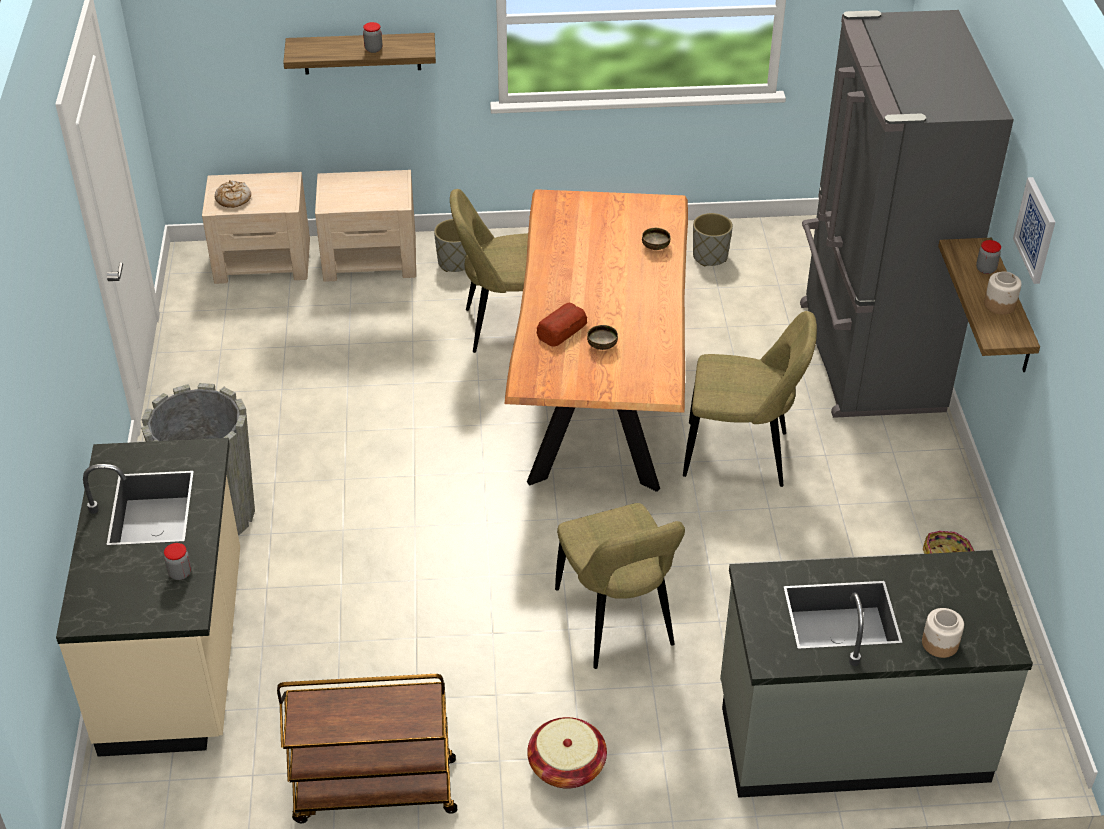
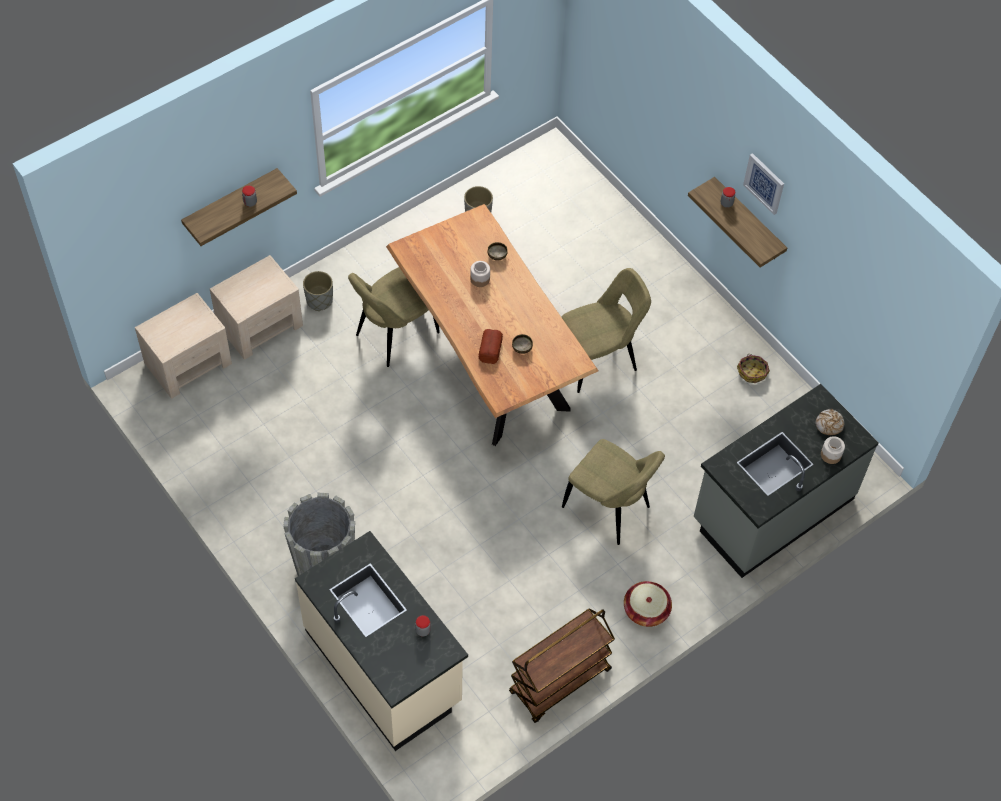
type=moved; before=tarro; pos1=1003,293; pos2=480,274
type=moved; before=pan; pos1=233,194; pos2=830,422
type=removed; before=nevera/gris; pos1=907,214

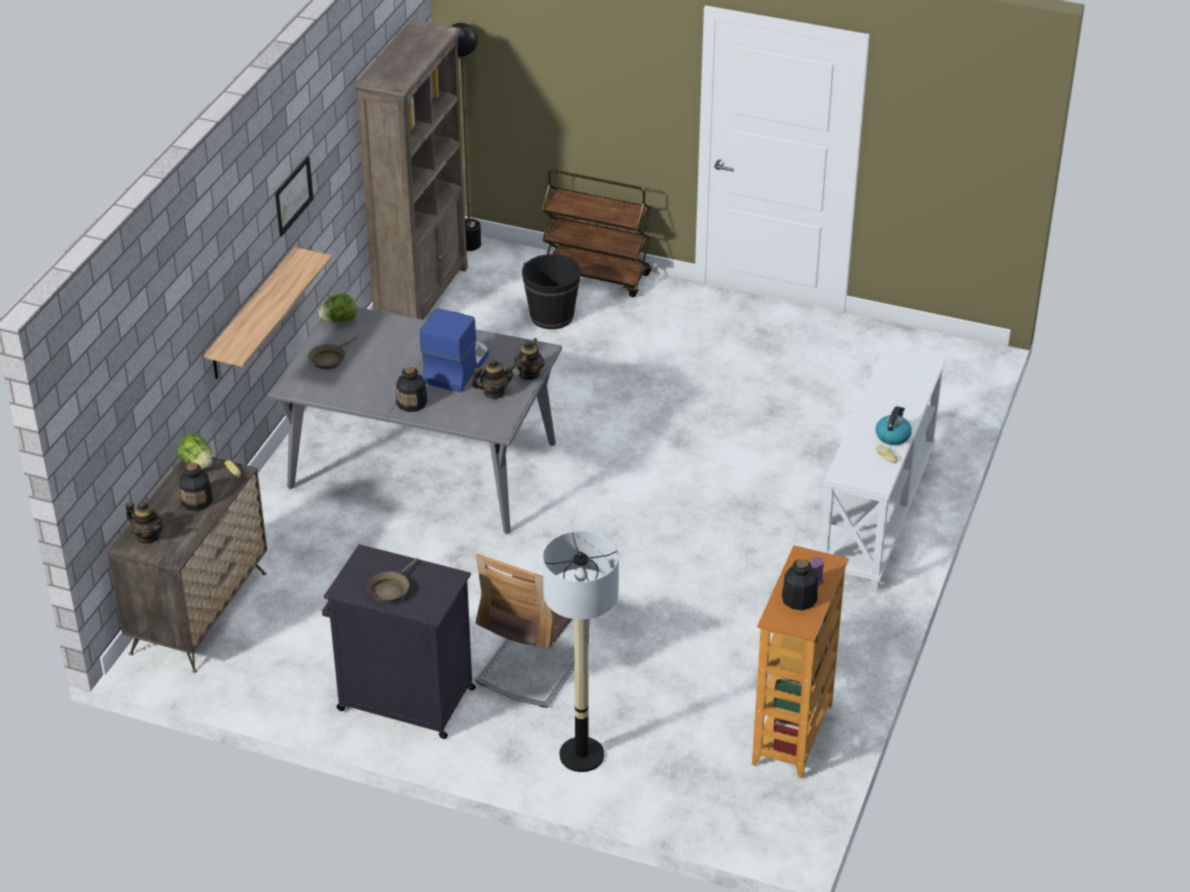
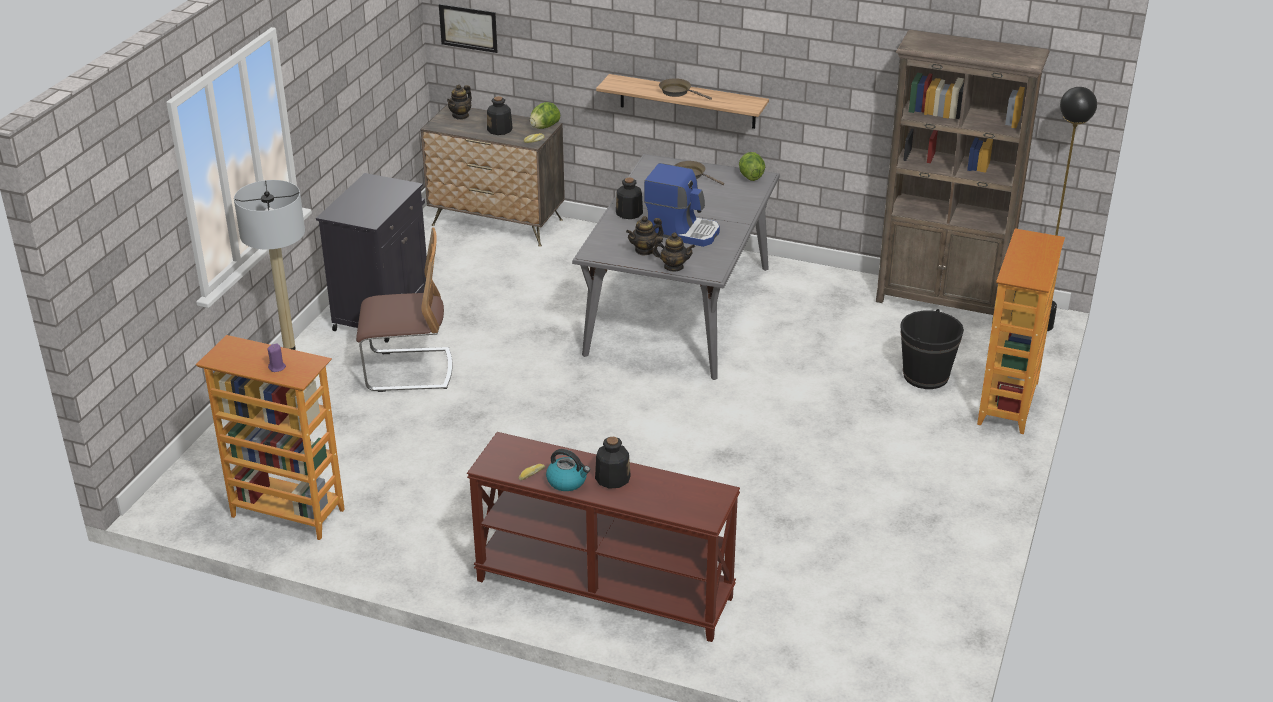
type=turned; before=silla; pos1=532,631; pos2=404,309; turn=150
type=moved; before=cuadro; pos1=294,197; pos2=468,28
type=recoloured; before=mesa consola/blanco; after=mesa consola/marrón; pos1=883,468; pos2=603,537
type=moved; before=botella; pos1=800,584; pos2=613,463
type=turned; before=tetera; pos1=493,379; pos2=644,236; turn=75
type=moved; before=sartén/marrón; pos1=393,580; pos2=685,89
type=replaced; before=carrito/marrón; after=estantería; pos1=596,233; pos2=1021,331

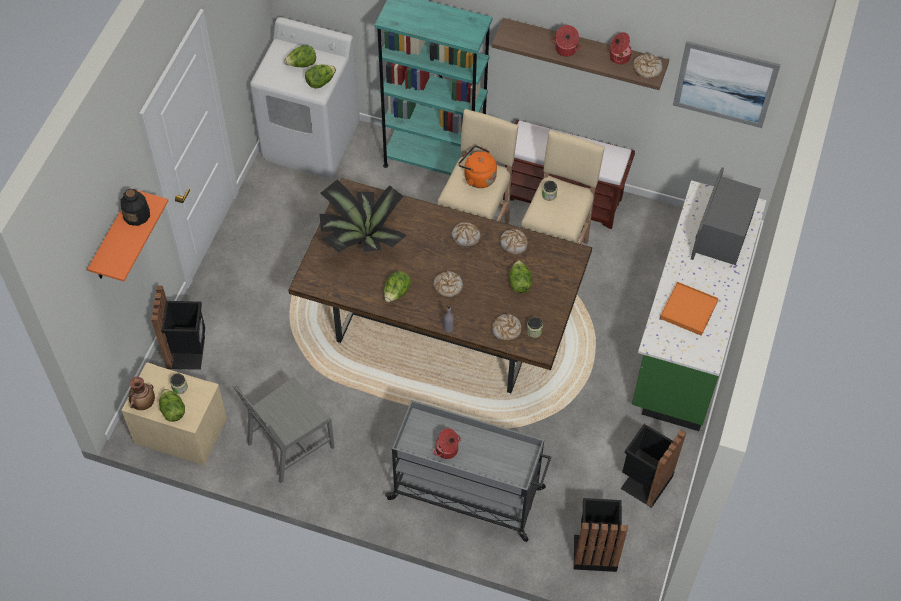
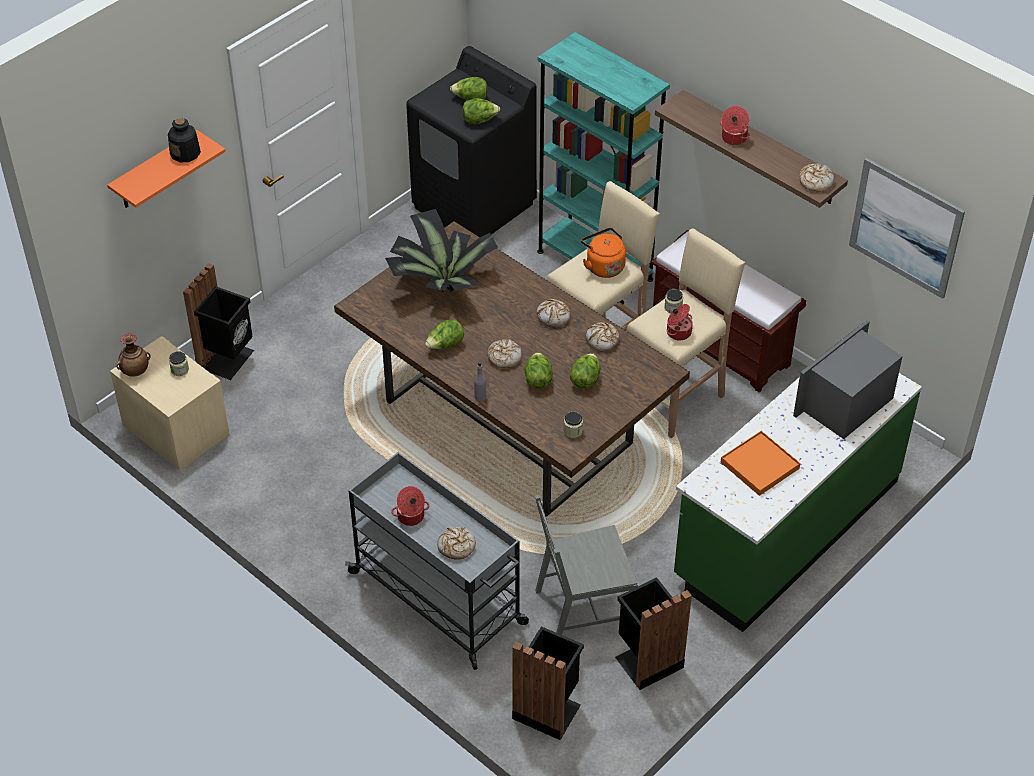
type=recoloured; before=lavadora/blanco; after=lavadora/negro; pos1=305,98; pos2=471,141
type=moved; before=pan; pos1=506,327; pos2=456,543
type=moved; before=lechuga; pos1=172,405; pos2=538,370
type=moved; before=silla/gris; pos1=283,430; pos2=586,565
type=moved; before=olla; pos1=620,48; pos2=680,322

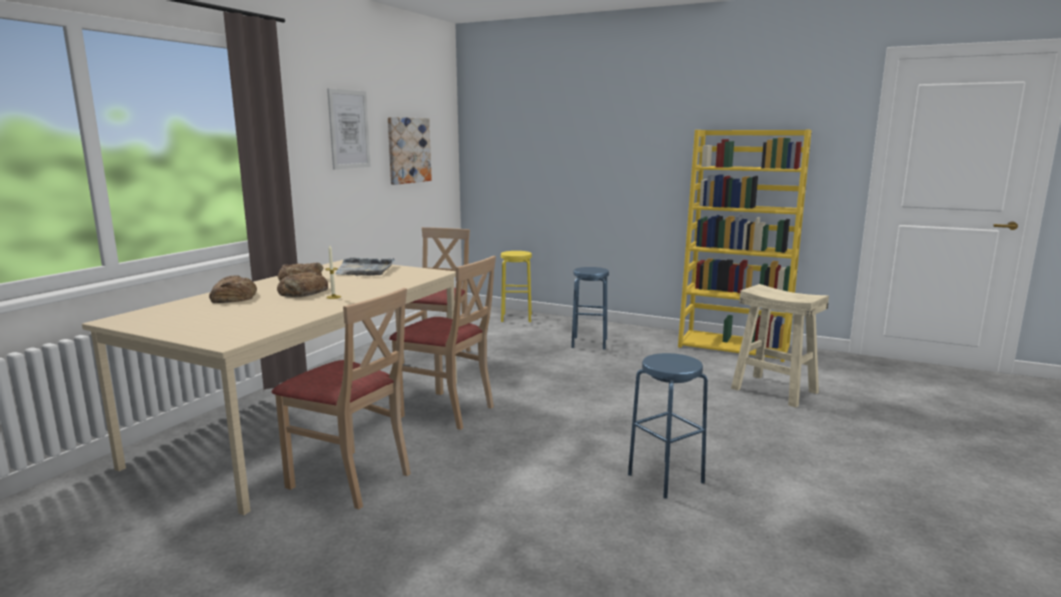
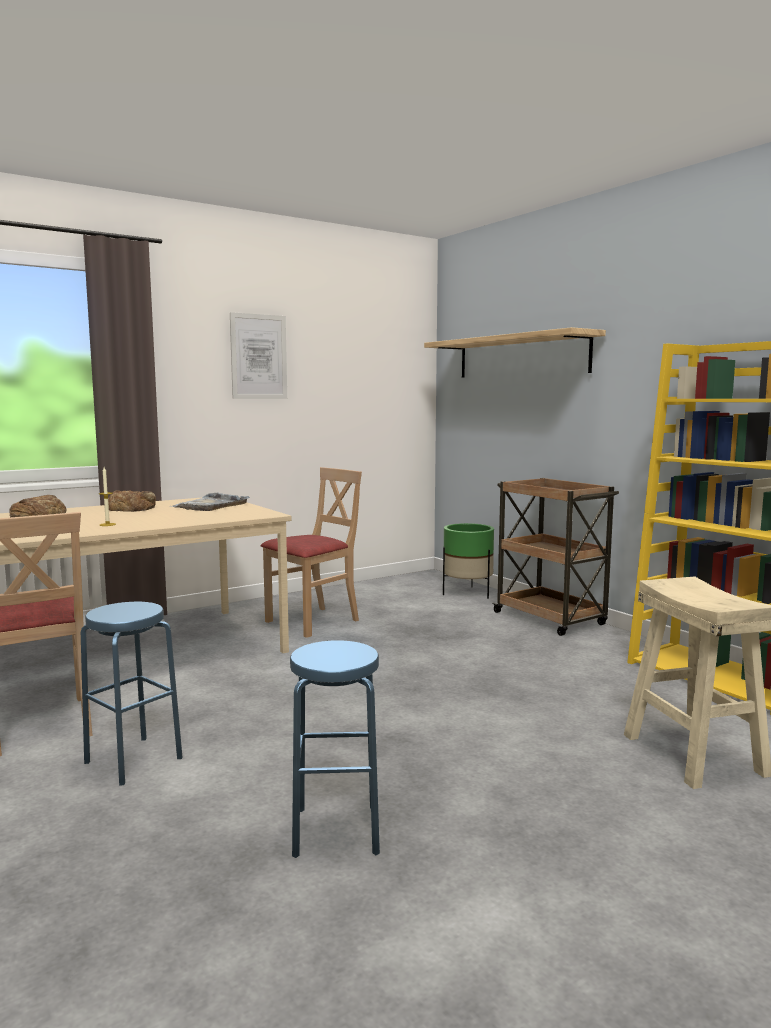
type=moved; before=taburete/azul; pos1=590,308; pos2=131,693
type=added; after=estante; pos2=515,352
type=replaced; before=taburete/amarillo; after=maceta/verde; pos1=516,286; pos2=468,561
type=added; after=carrito/marrón; pos2=555,557
type=removed; before=pan; pos1=302,284
type=removed; before=cuadro; pos1=410,151
type=removed; before=silla/beis; pos1=442,343

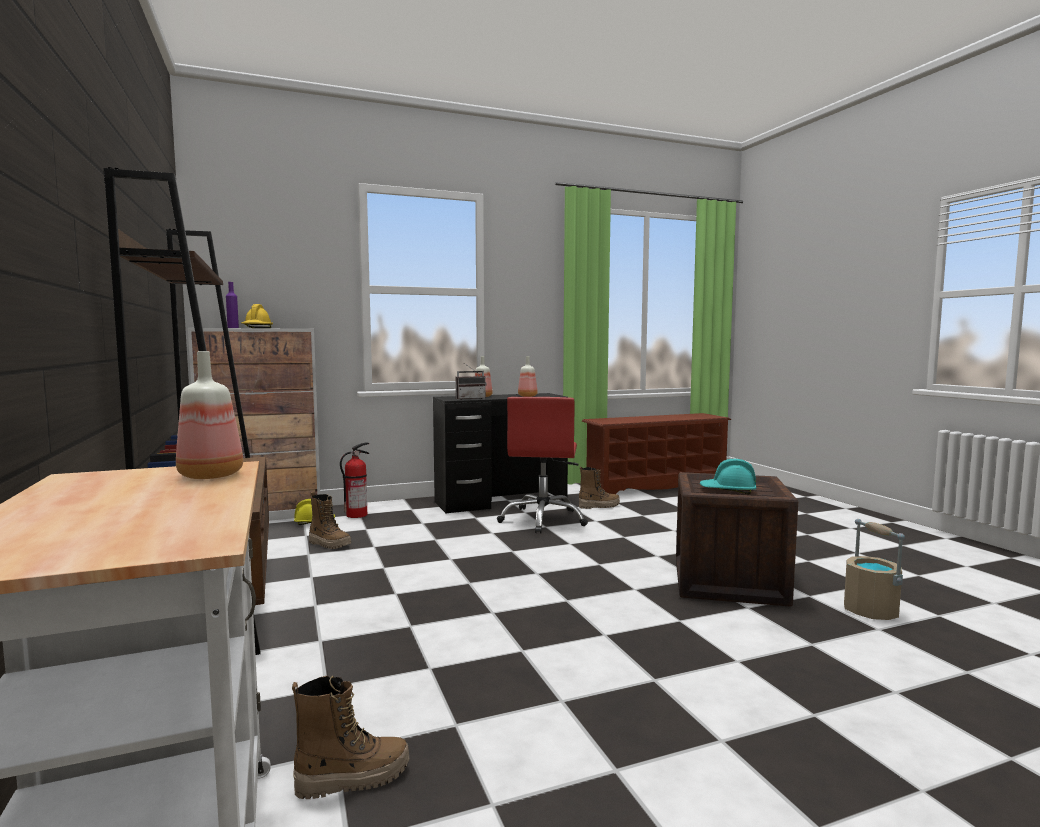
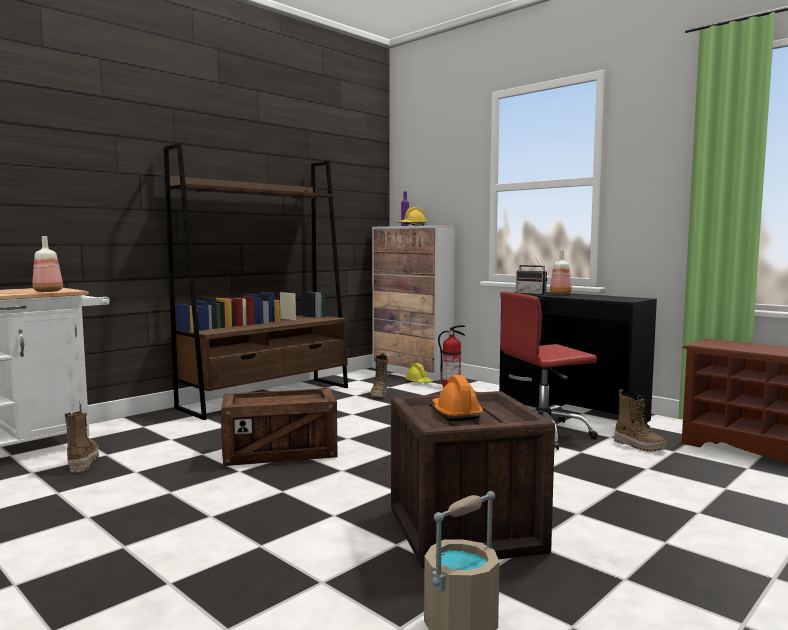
type=turned; before=bota; pos1=351,737; pos2=82,442; turn=-150
type=added; after=caja de embalaje; pos2=279,427
type=recoloured; before=casco/turquesa; after=casco/naranja; pos1=728,476; pos2=457,398
type=removed; before=botella; pos1=528,376

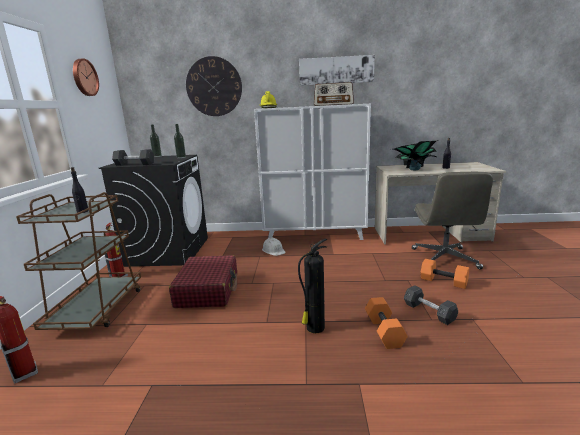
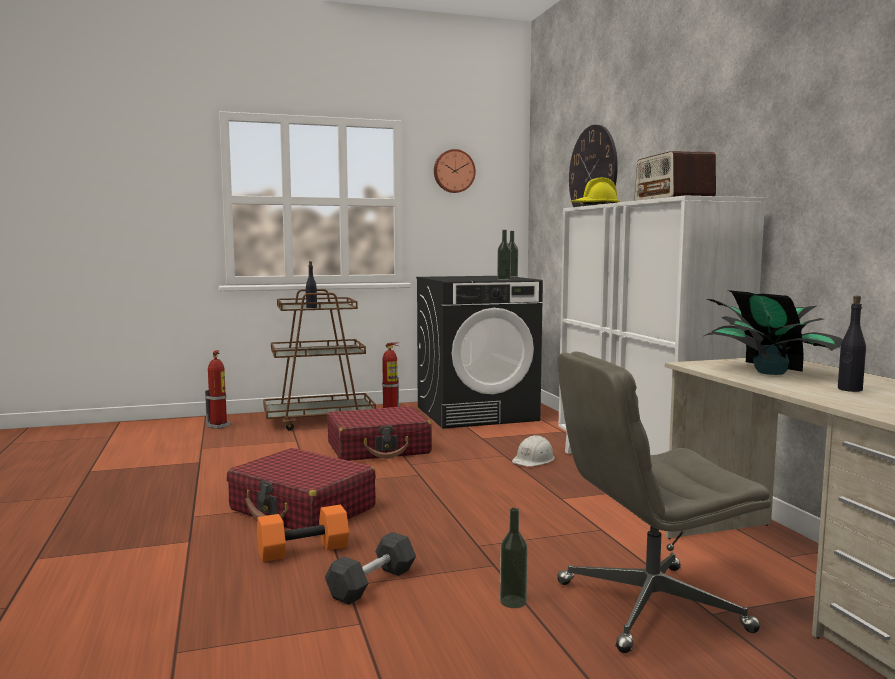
type=replaced; before=extintor; after=maleta/rojo; pos1=312,286; pos2=301,489
type=replaced; before=mancuerna/naranja; after=botella; pos1=444,274; pos2=513,558
type=removed; before=mancuerna/gris; pos1=133,157
type=removed; before=cuadro; pos1=337,70

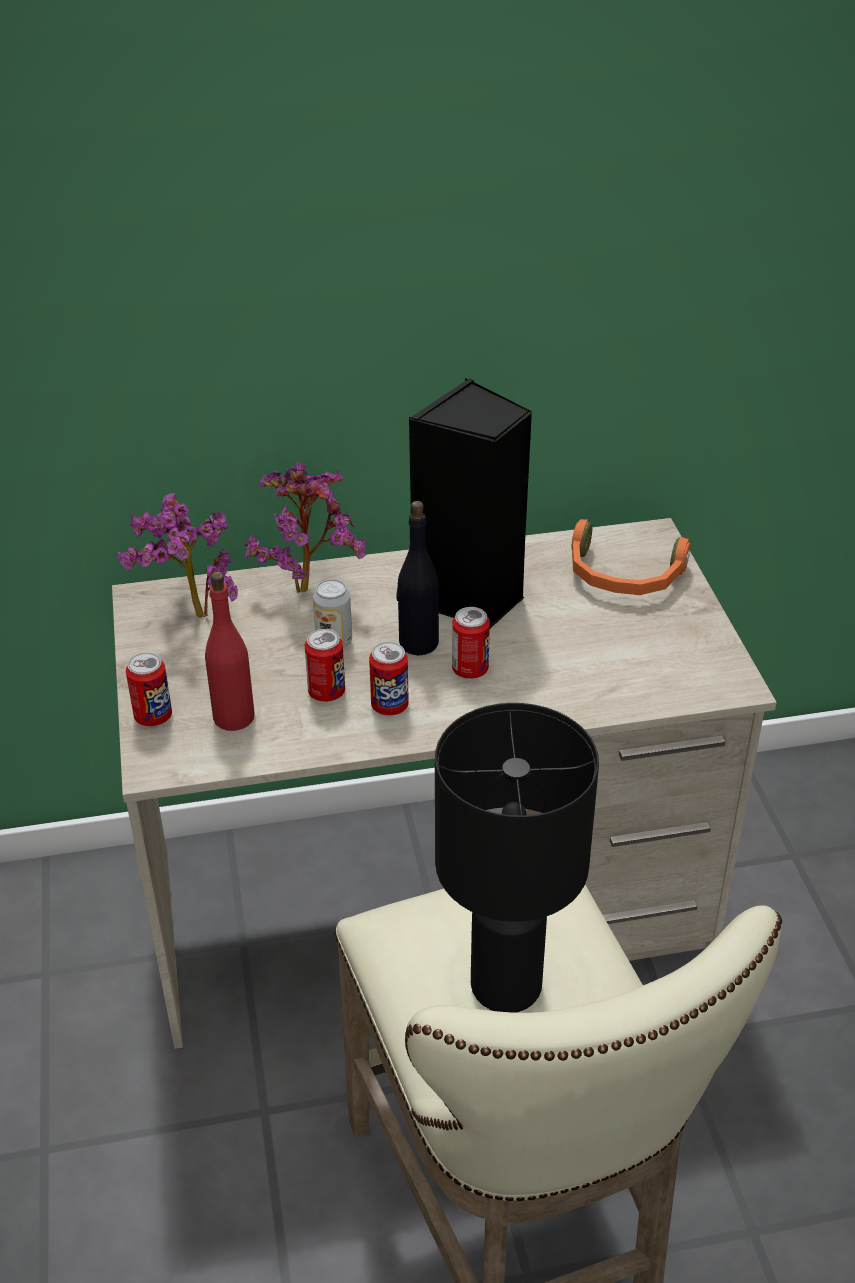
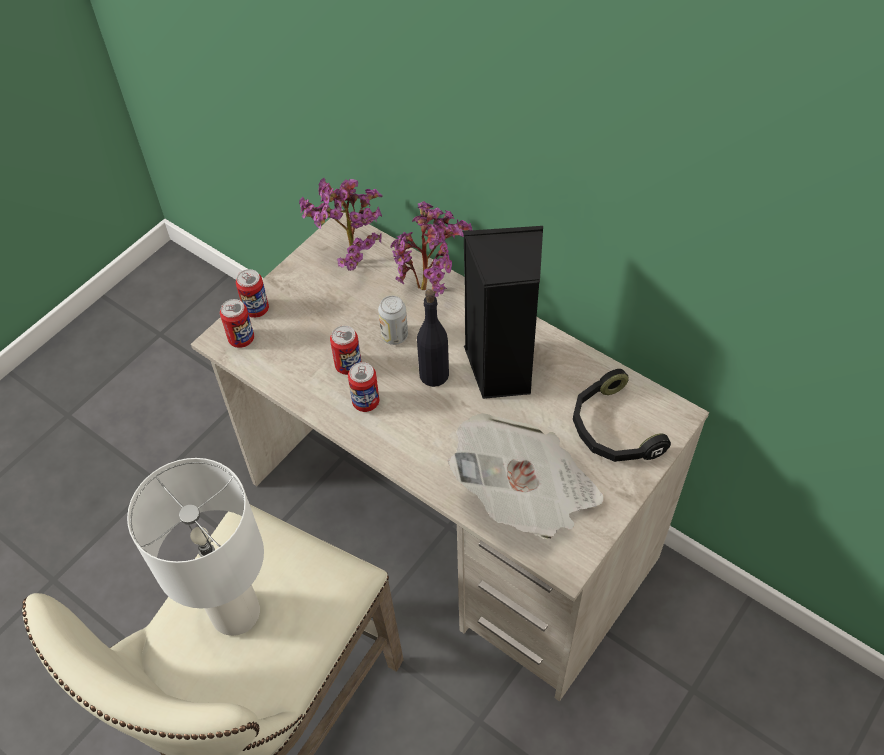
type=recoloured; before=lámpara de mesa/negro; after=lámpara de mesa/blanco; pos1=517,858; pos2=195,547
type=moved; before=lata; pos1=471,643; pos2=237,323
type=added; after=periódico; pos2=525,476
type=recoloured; before=auriculares/naranja; after=auriculares/negro; pos1=631,557; pos2=622,415
type=removed; before=botella/rojo; pos1=230,651

